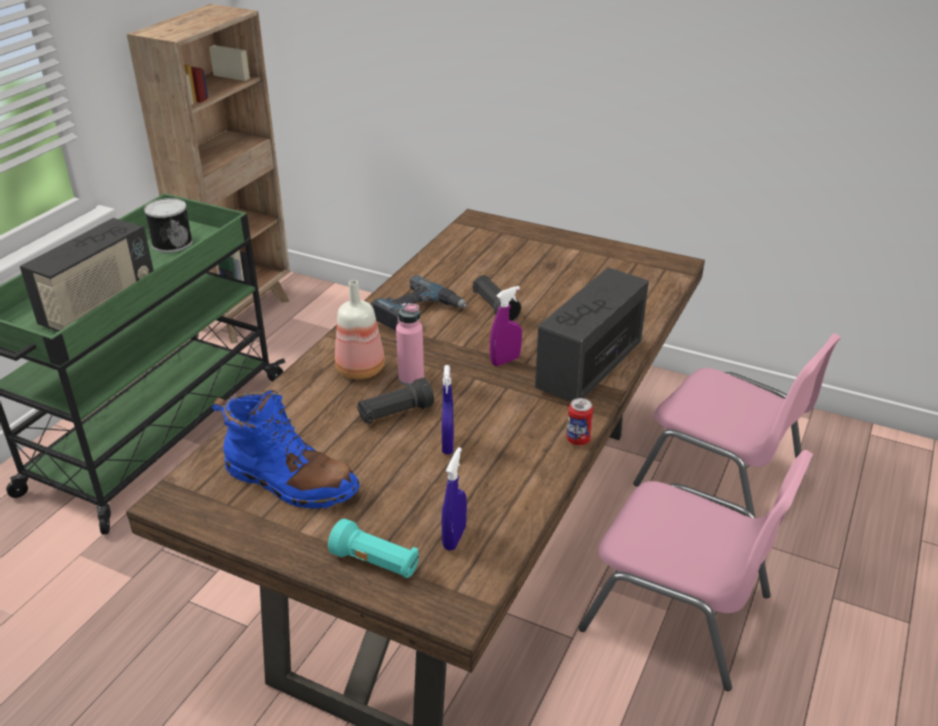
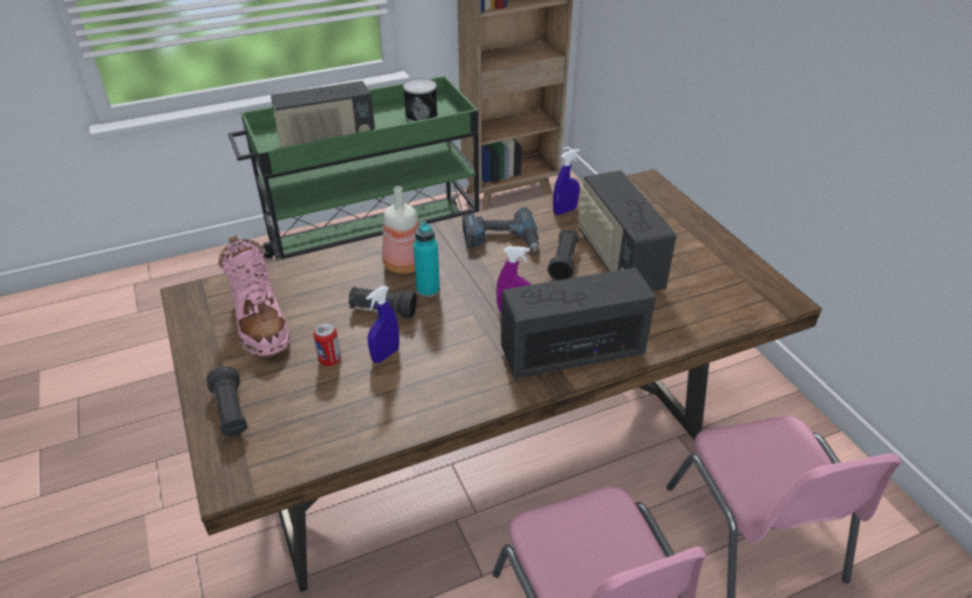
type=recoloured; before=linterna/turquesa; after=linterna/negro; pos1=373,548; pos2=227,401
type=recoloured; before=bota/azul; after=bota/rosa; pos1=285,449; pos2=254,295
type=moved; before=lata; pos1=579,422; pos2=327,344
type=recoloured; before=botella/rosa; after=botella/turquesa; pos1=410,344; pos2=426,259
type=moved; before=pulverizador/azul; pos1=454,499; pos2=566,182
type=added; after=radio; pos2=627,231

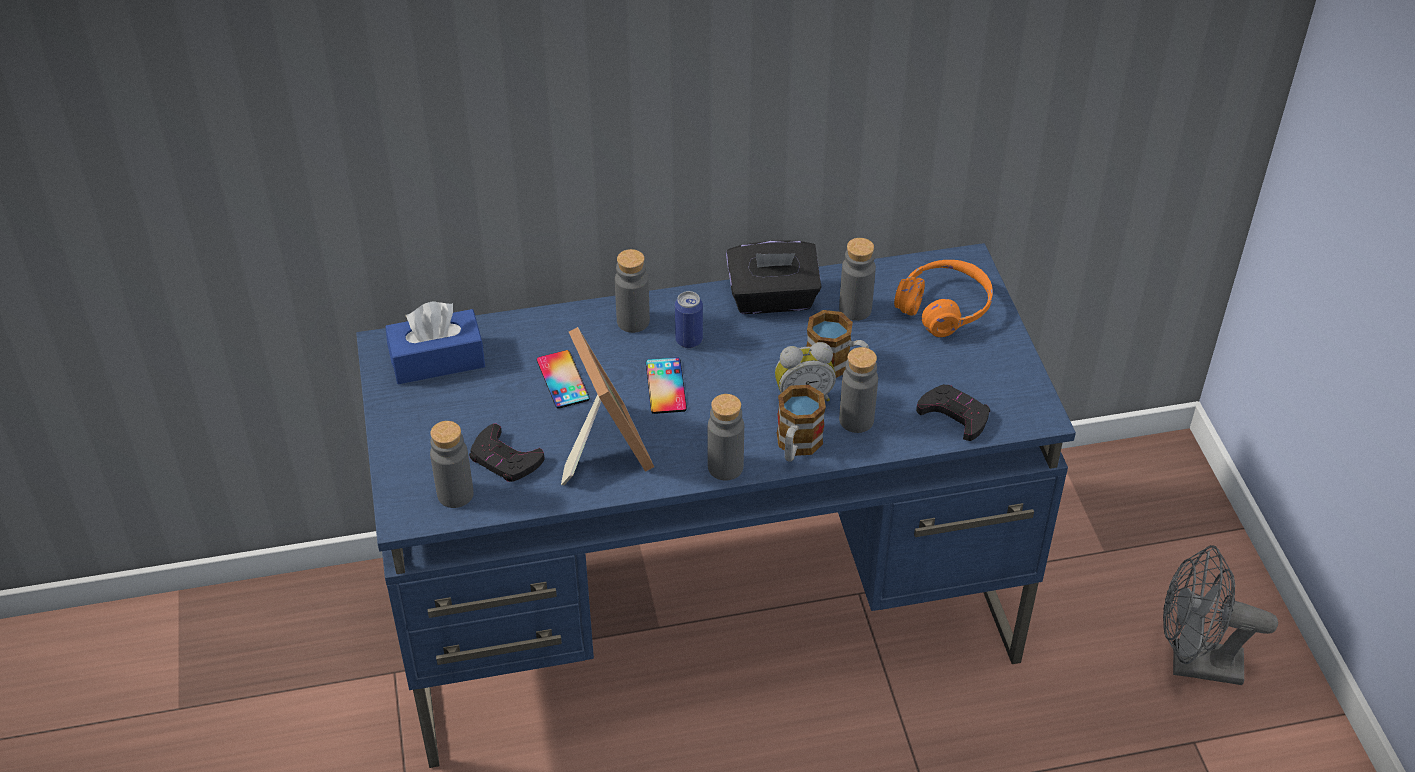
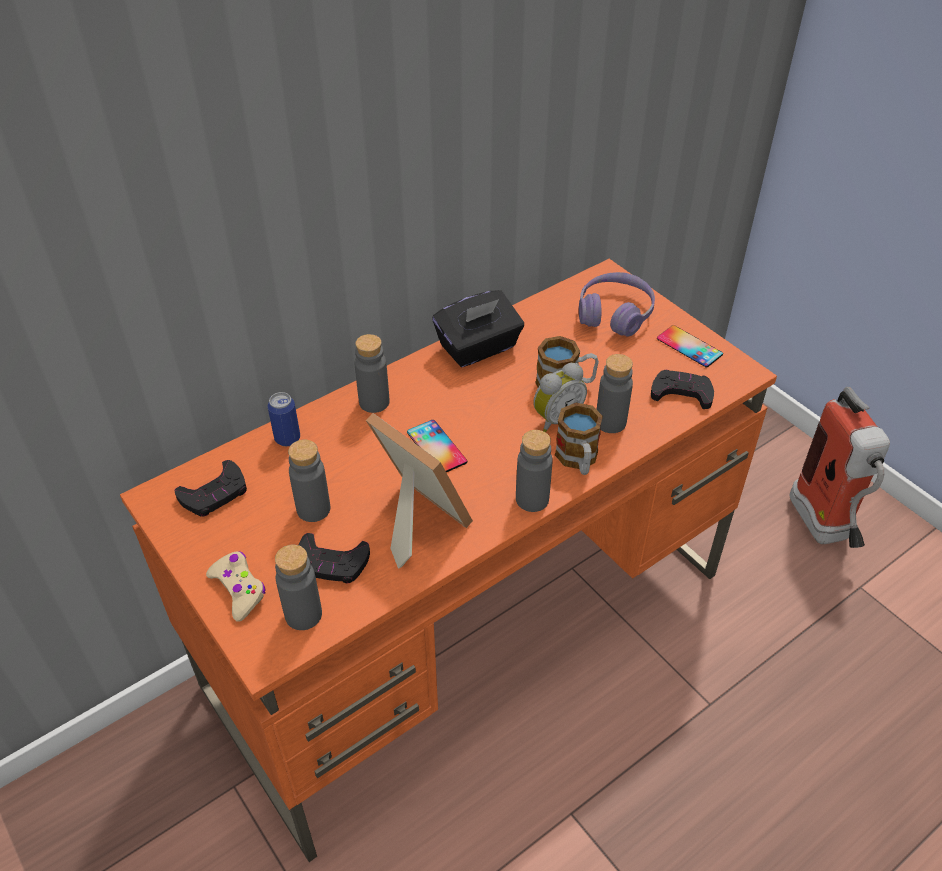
type=recoloured; before=escritorio/azul; after=escritorio/naranja; pos1=716,505; pos2=448,560
type=replaced; before=caja de pañuelos/azul; after=mando de consola/negro; pos1=435,342; pos2=210,488
type=added; after=mando de consola/beis; pos2=235,586
type=moved; before=lata; pos1=689,319; pos2=284,419
type=moved; before=botella/gris; pos1=857,279; pos2=309,481
type=recoloured; before=auriculares/naranja; after=auriculares/morado; pos1=943,298; pos2=617,304
type=moved; before=móvil; pos1=563,379; pos2=690,346
type=replaced; before=ventilador/gris; after=extintor; pos1=1220,615; pos2=839,467

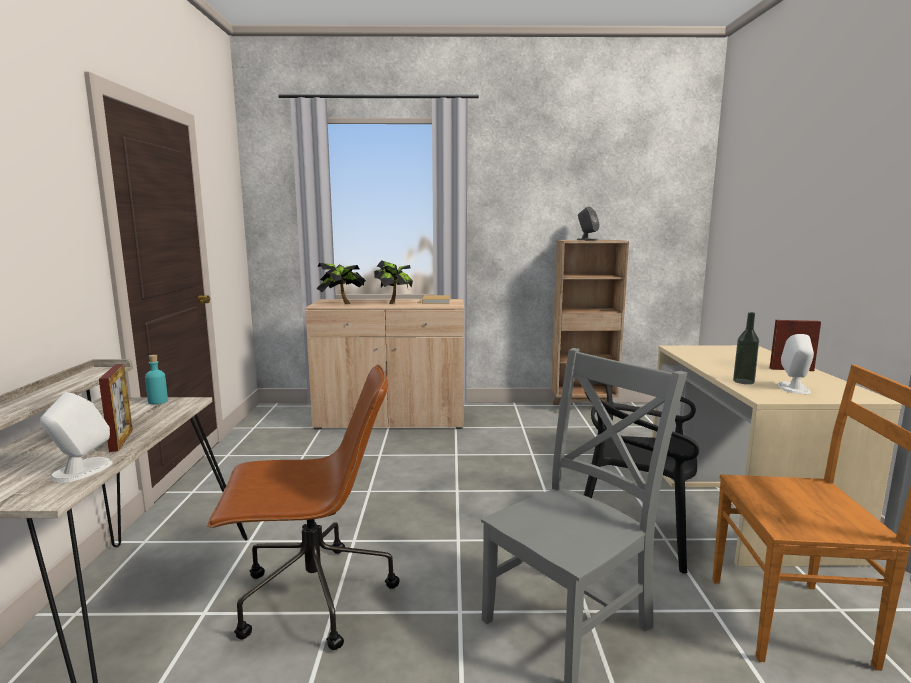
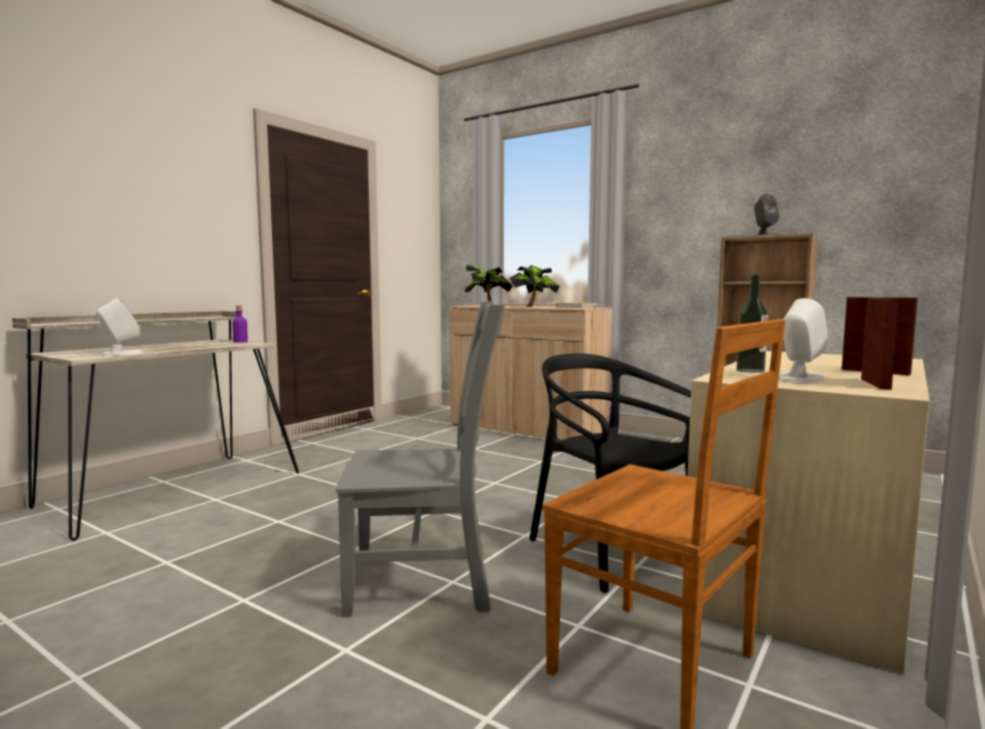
type=recoloured; before=botella/turquesa; after=botella/morado; pos1=156,379; pos2=240,324
type=moved; before=portarretratos; pos1=116,408; pos2=880,344
type=removed; before=silla de oficina/marrón; pos1=303,507

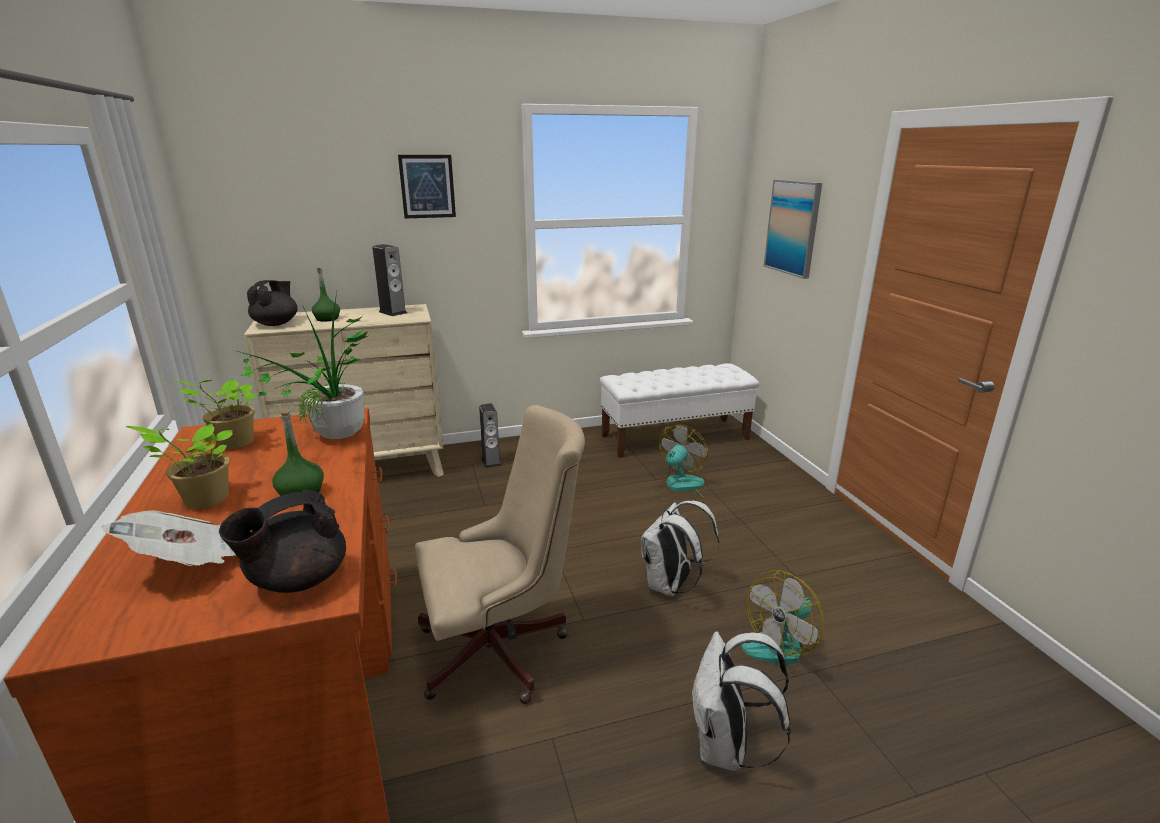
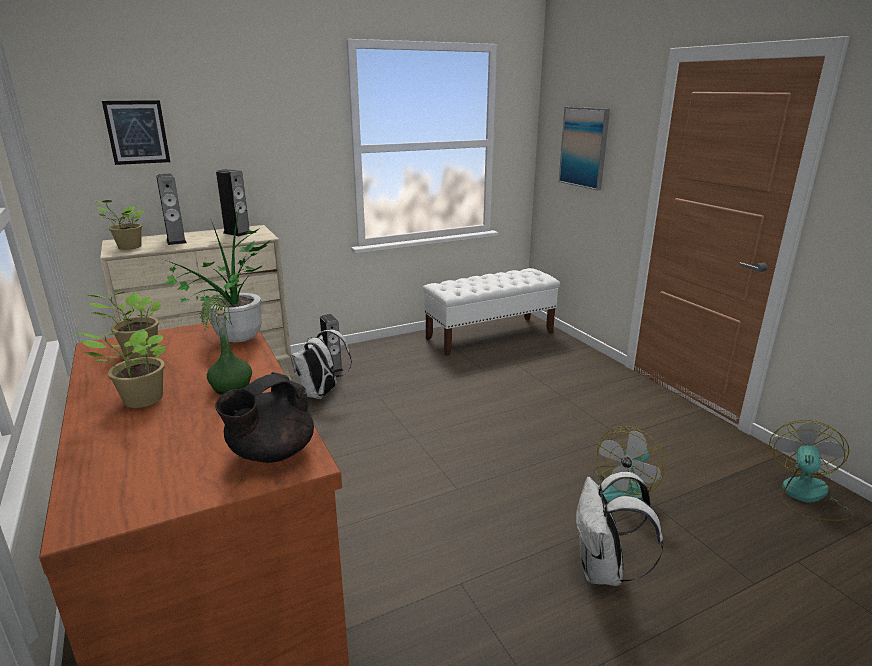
type=replaced; before=tetera/negro; after=planta en maceta; pos1=272,303; pos2=117,224
type=moved; before=cuadro; pos1=427,186; pos2=136,132
type=replaced; before=botella/verde; after=altavoz; pos1=326,294; pos2=171,209
type=moved; before=mochila/blanco; pos1=680,548; pos2=321,364
type=moved; before=ventilador; pos1=682,464; pos2=811,470
type=removed; before=periódico; pos1=169,538
type=removed; before=silla de oficina/beis; pos1=500,554

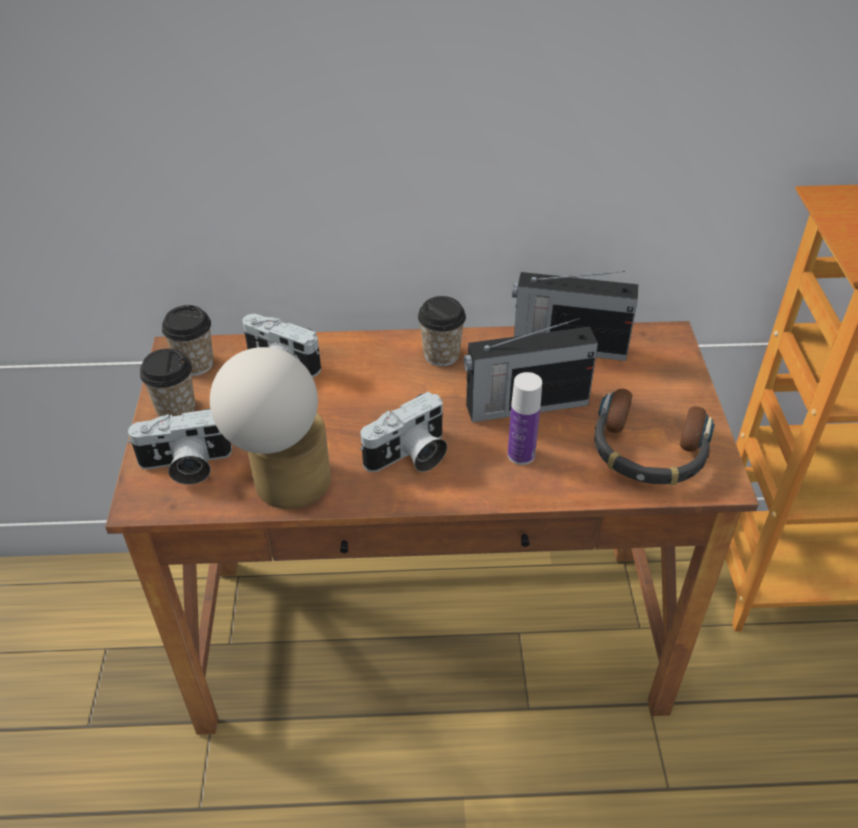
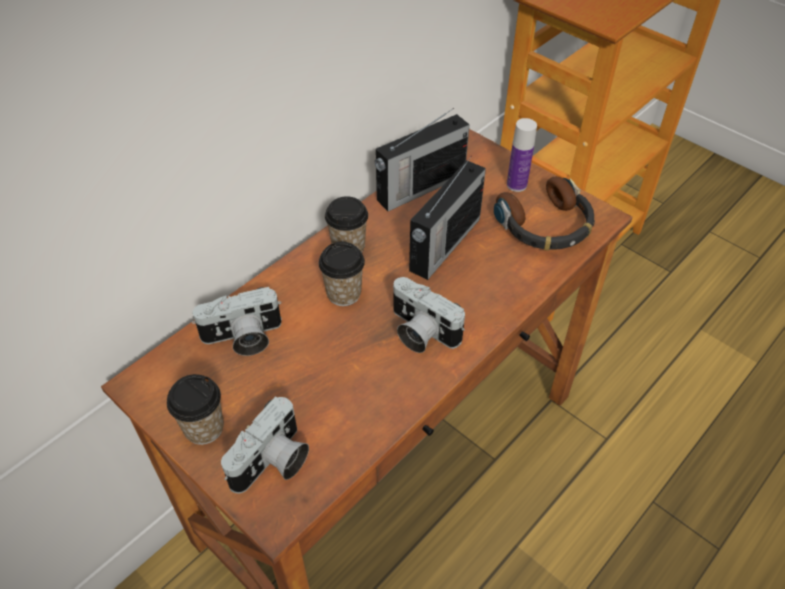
type=moved; before=taza; pos1=188,340; pos2=342,274
type=turned; before=cámara; pos1=403,431; pos2=429,315; turn=120
type=moved; before=botella; pos1=525,418; pos2=522,155
type=removed; before=lámpara de mesa; pos1=270,428

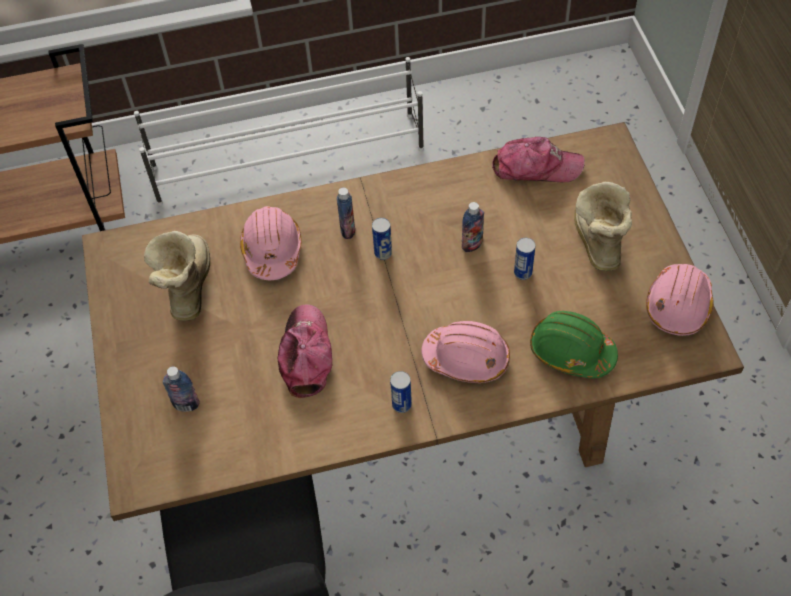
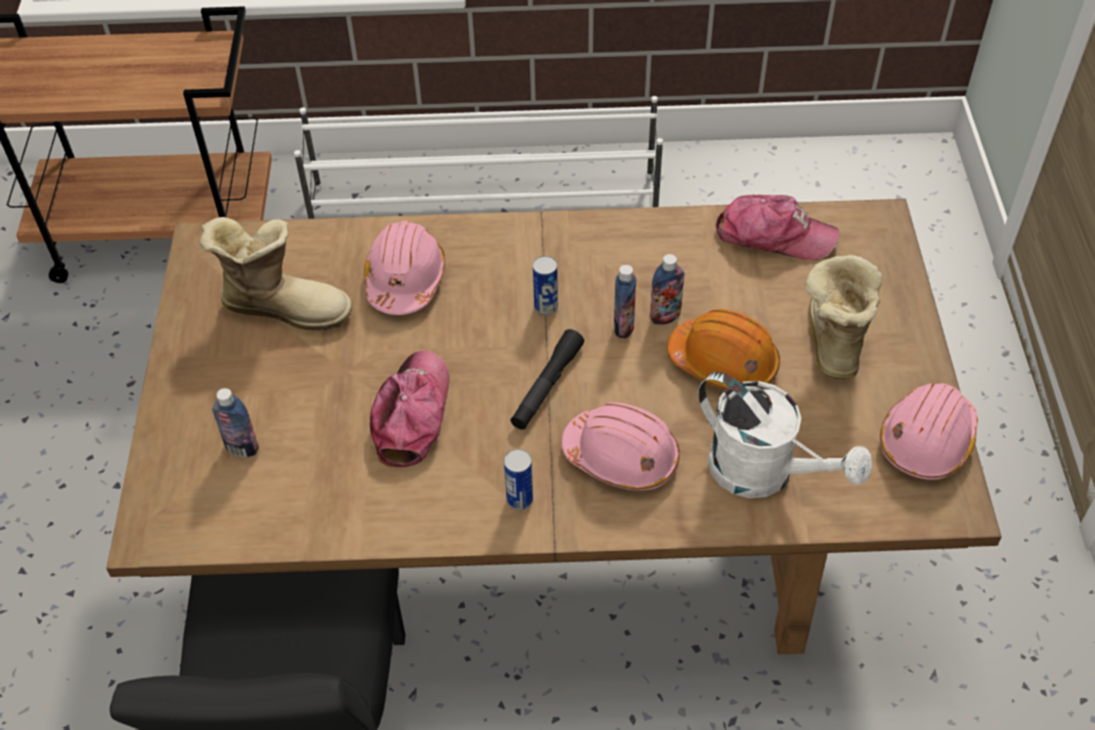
type=turned; before=bota; pos1=177,276; pos2=276,273; turn=90
type=added; after=linterna/negro; pos2=547,379
type=moved; before=botella; pos1=346,213; pos2=625,301
type=replaced; before=lata; after=casco/naranja; pos1=525,259; pos2=723,349
type=replaced; before=casco/verde; after=regadera/blanco; pos1=574,344; pos2=785,435

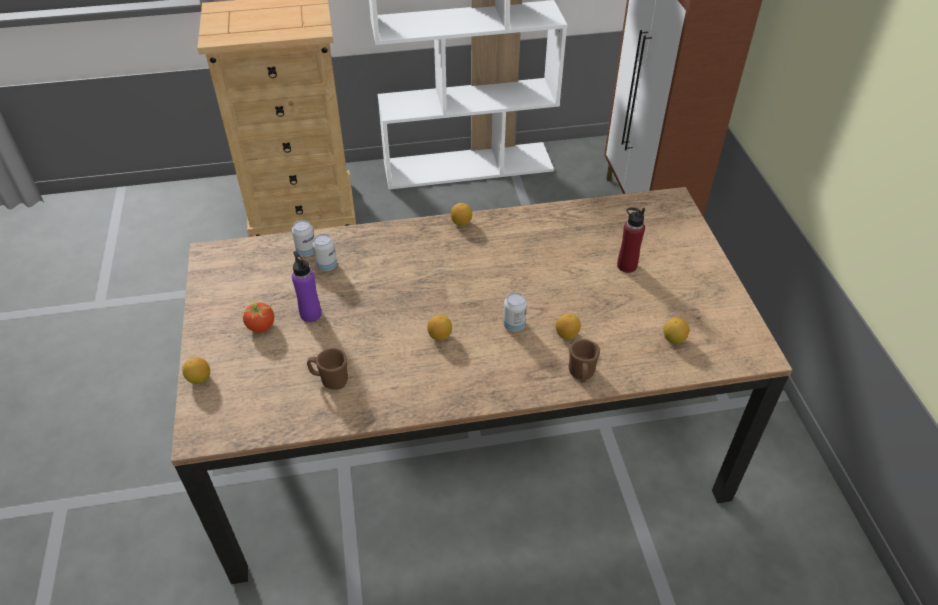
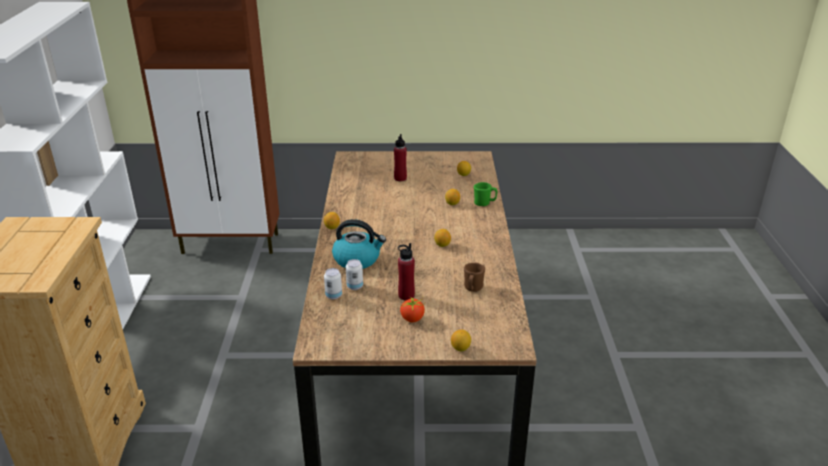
type=added; after=hervidor; pos2=359,244
type=recoloured; before=botella/morado; after=botella/rojo; pos1=306,286; pos2=406,271
type=recoloured; before=taza grande/marrón; after=taza grande/verde; pos1=584,361; pos2=485,194
type=removed; before=lata; pos1=515,312

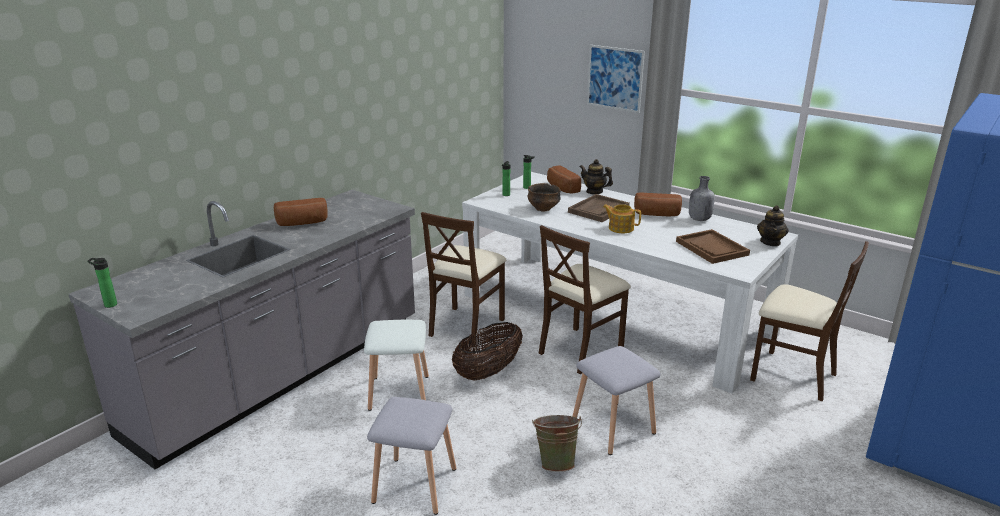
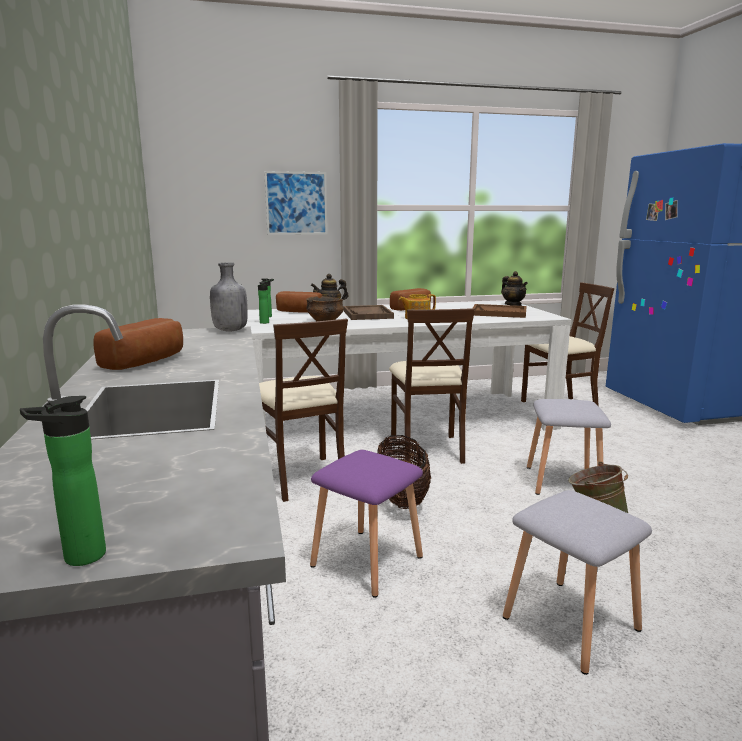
type=moved; before=botella/gris; pos1=702,198; pos2=229,297
type=recoloured; before=taburete/blanco; after=taburete/morado; pos1=396,365; pos2=366,524

